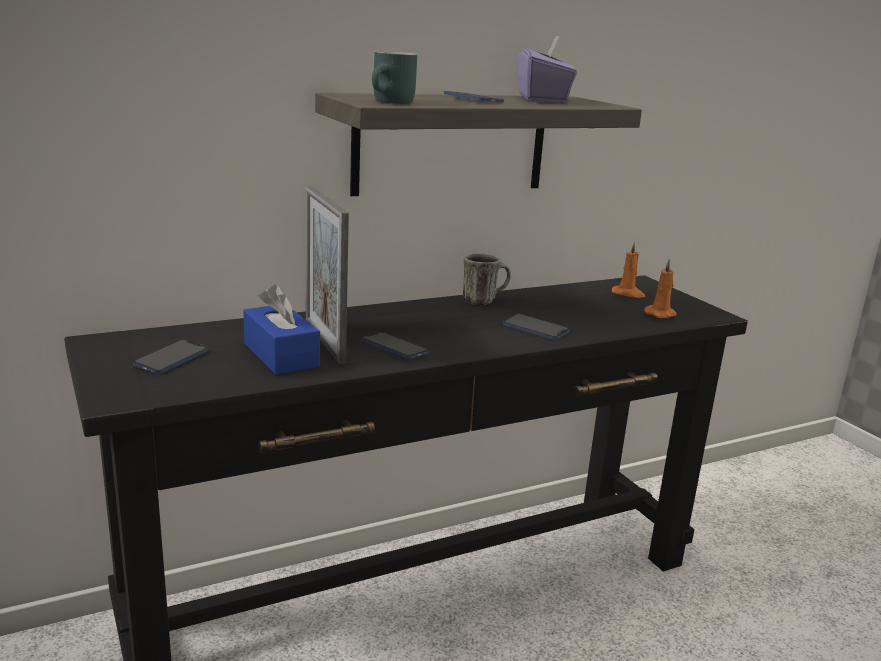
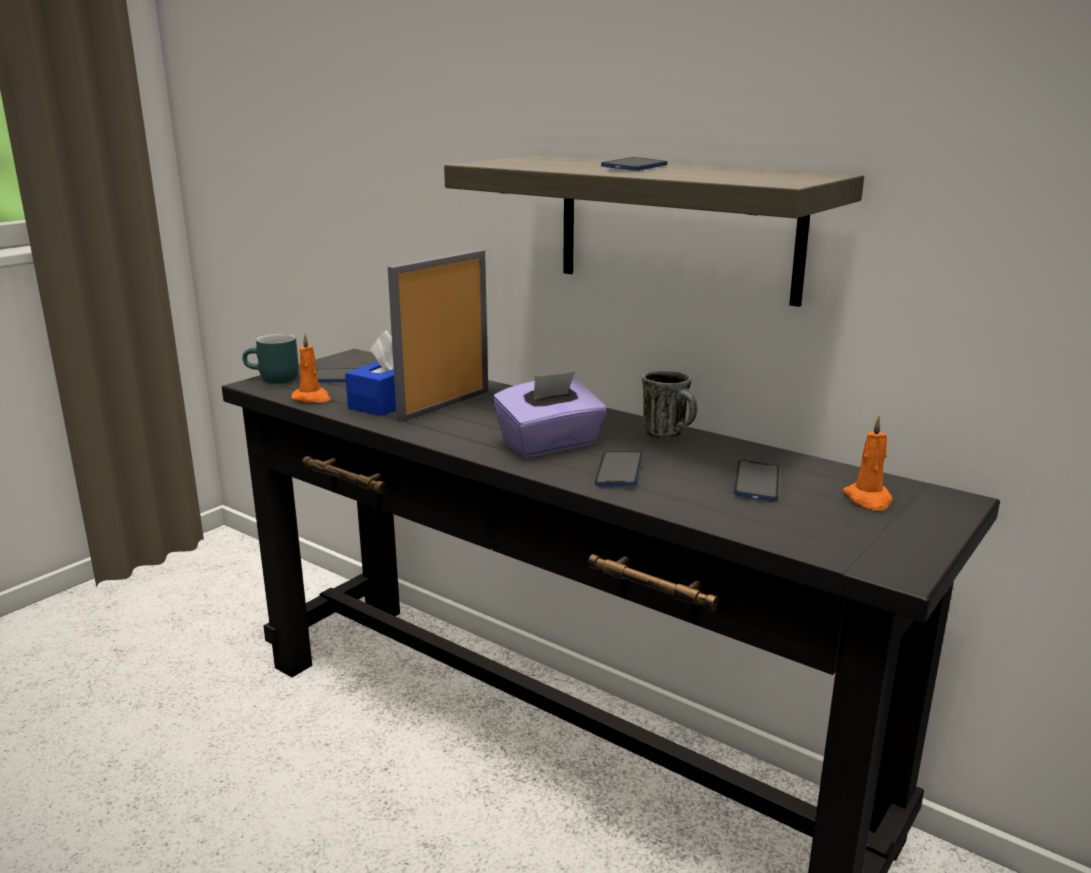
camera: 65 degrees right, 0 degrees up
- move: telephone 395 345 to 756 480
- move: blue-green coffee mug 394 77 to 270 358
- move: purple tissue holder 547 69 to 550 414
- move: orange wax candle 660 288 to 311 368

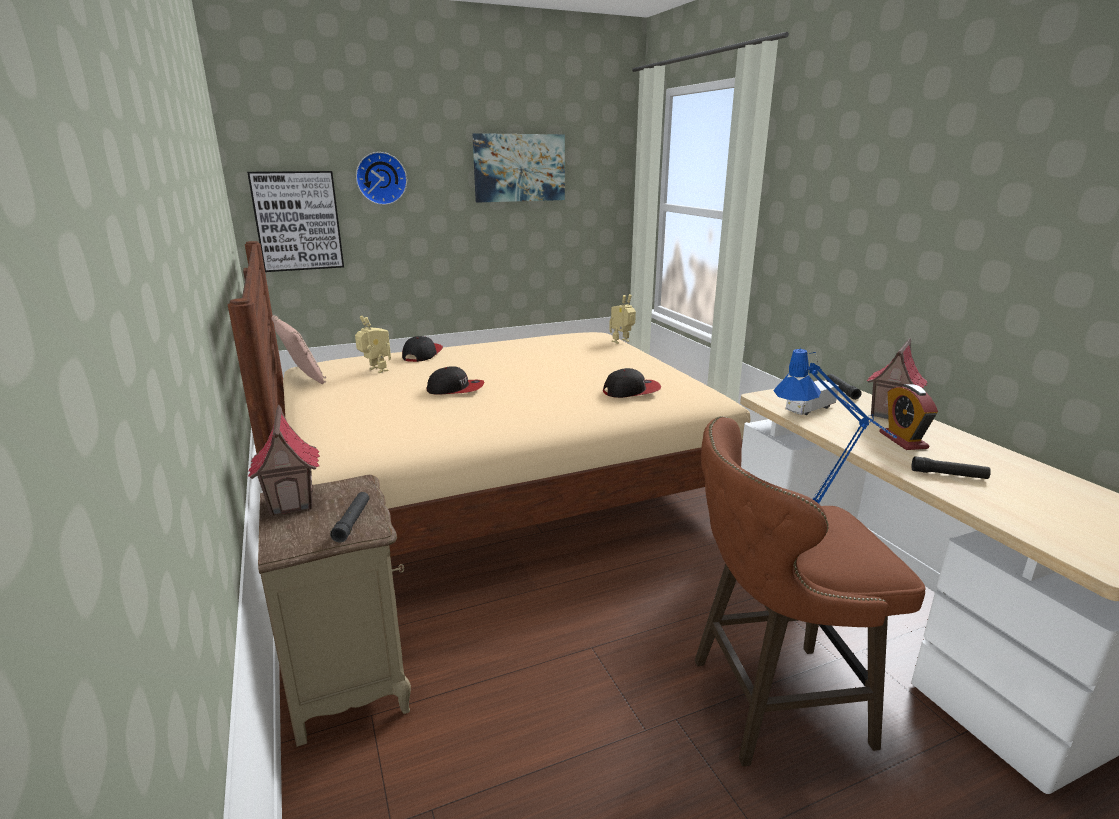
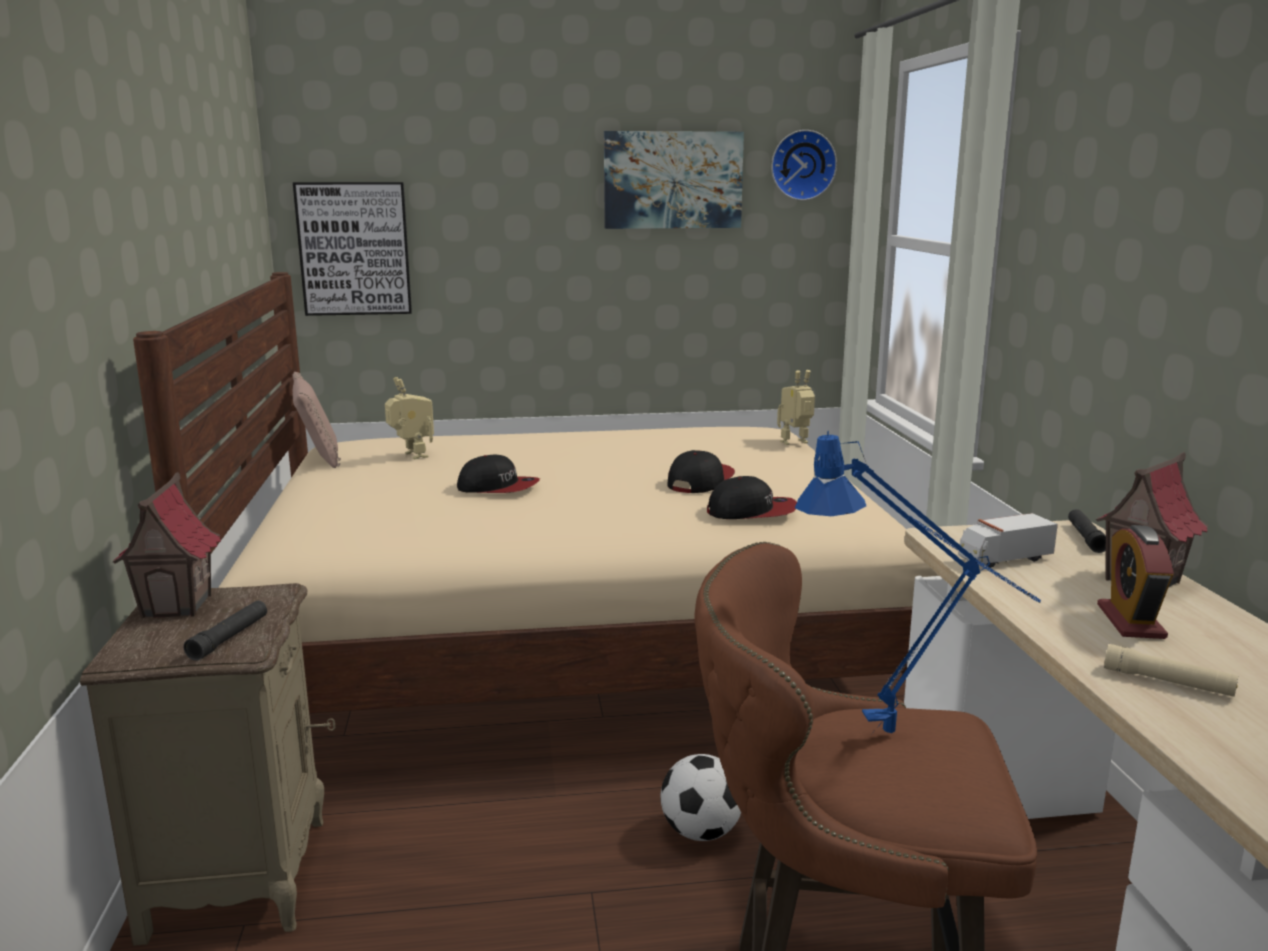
camera: 15 degrees right, 5 degrees down
- move: wall clock 381 178 to 804 165
- move: cap 422 349 to 701 471
- recolor: blackish hand torch 951 467 to sand-coloured hand torch 1171 670
- insert: football ball 701 797

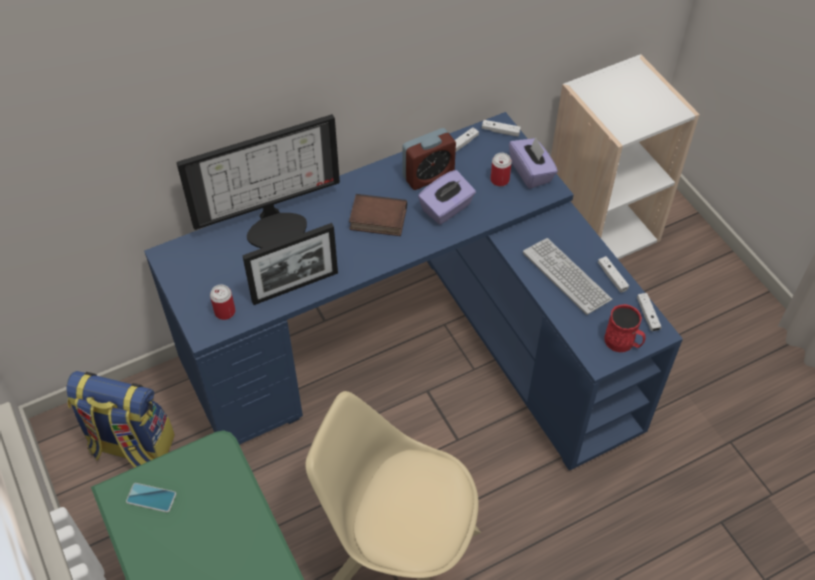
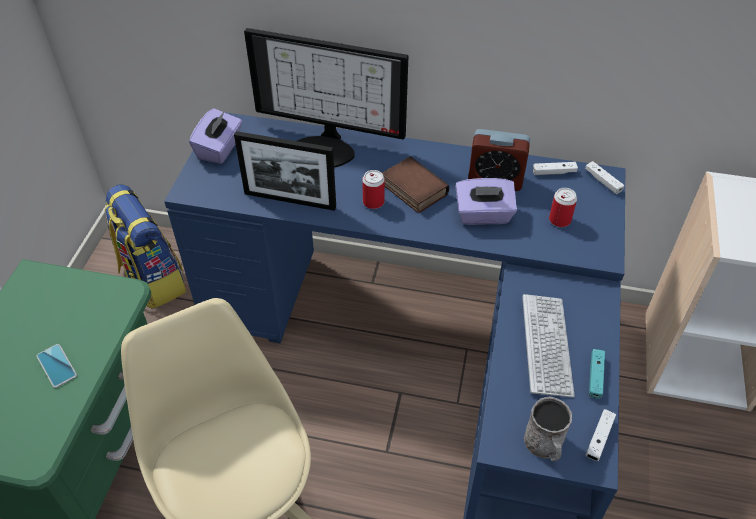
camera: 40 degrees right, 5 degrees down
- move: telephone 151 497 to 57 366
- move: can 222 302 to 373 189
- move: purple tissue holder 533 163 to 215 136
- recolor: white joypad 613 274 to blue-green joypad 597 374
- recolor: red-coloured coffee mug 625 328 to grey coffee mug 548 429

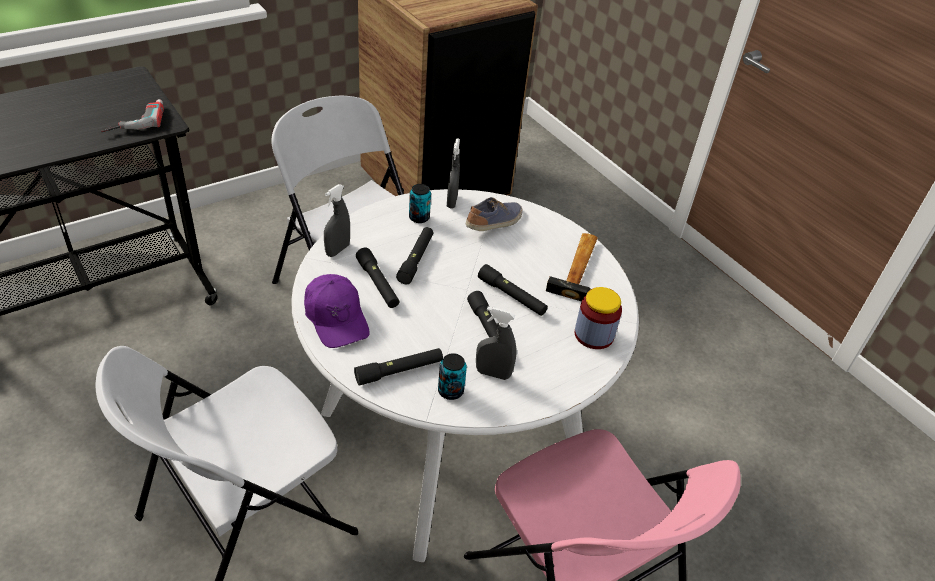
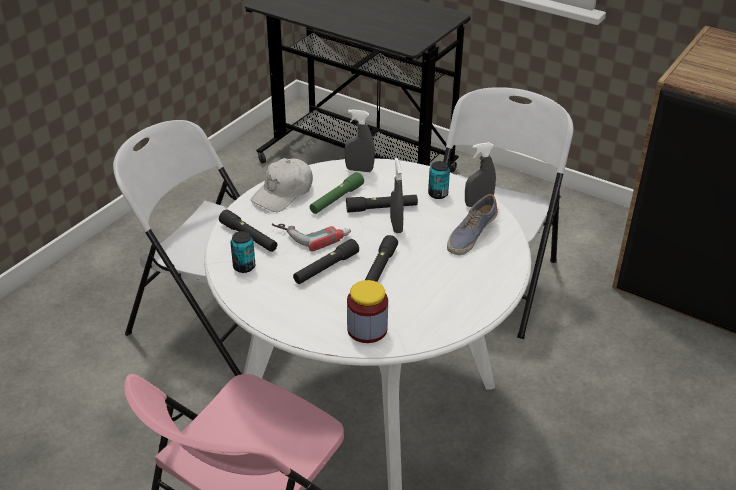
camera: 70 degrees right, 5 degrees down
- move: drill 132 115 to 311 237
- recolor: purple cap 337 311 to white cap 281 185
- recolor: blackish hand torch 377 277 to greenish hand torch 337 193
- rotate: shoe 493 214 = 472 224 105 degrees clockwise
- move: grey sprayer 496 343 to 397 195
- delete: hand hammer 572 267

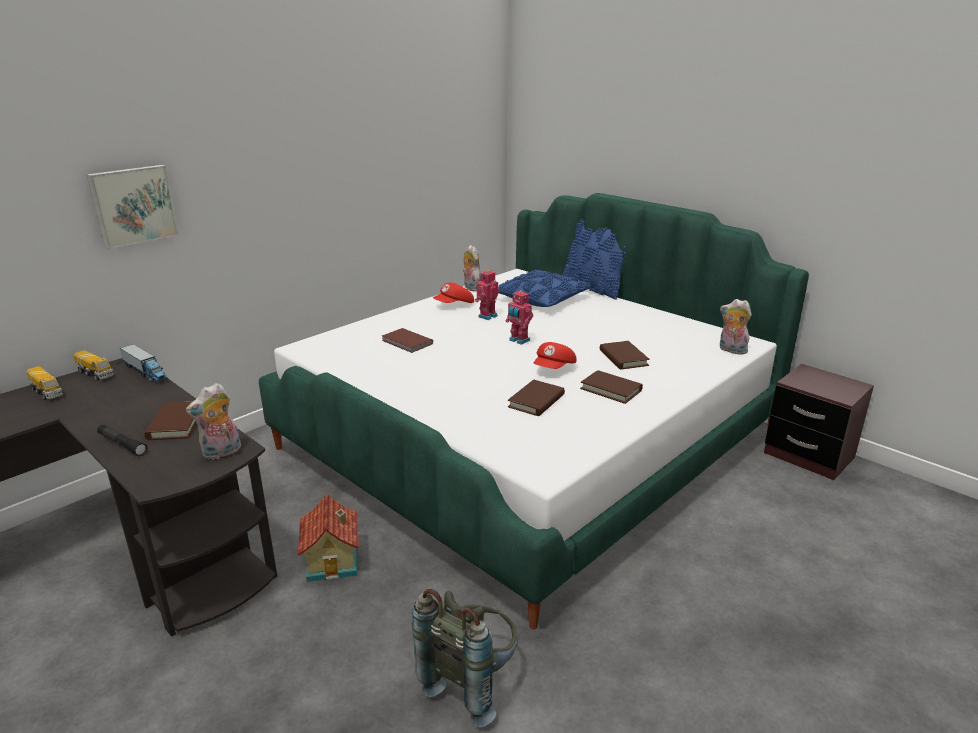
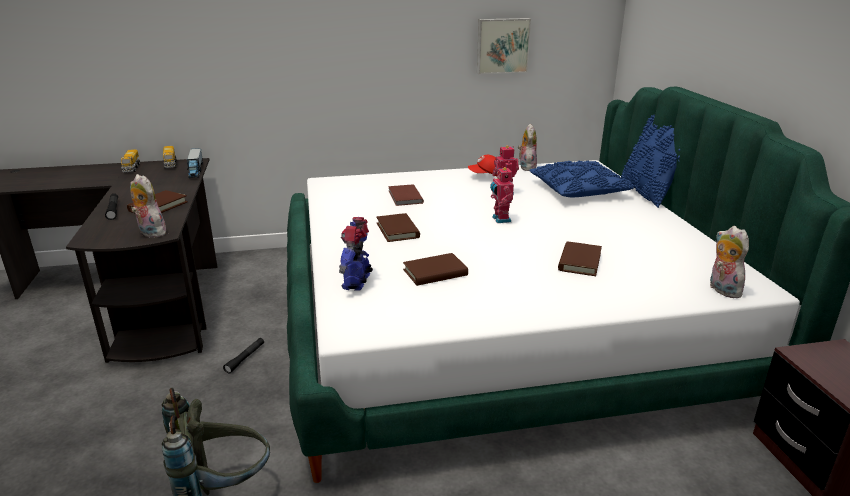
camera: 35 degrees right, 0 degrees up
- move: wall art 133 207 to 504 46
- rotate: plush toy 213 421 = 148 205 45 degrees clockwise
- replace: miniature house 328 537 to blackish hand torch 243 356
- delete: red-coloured cap 555 355
- move: brown-coloured bound book 611 387 to 398 227
- insert: model robot 356 253

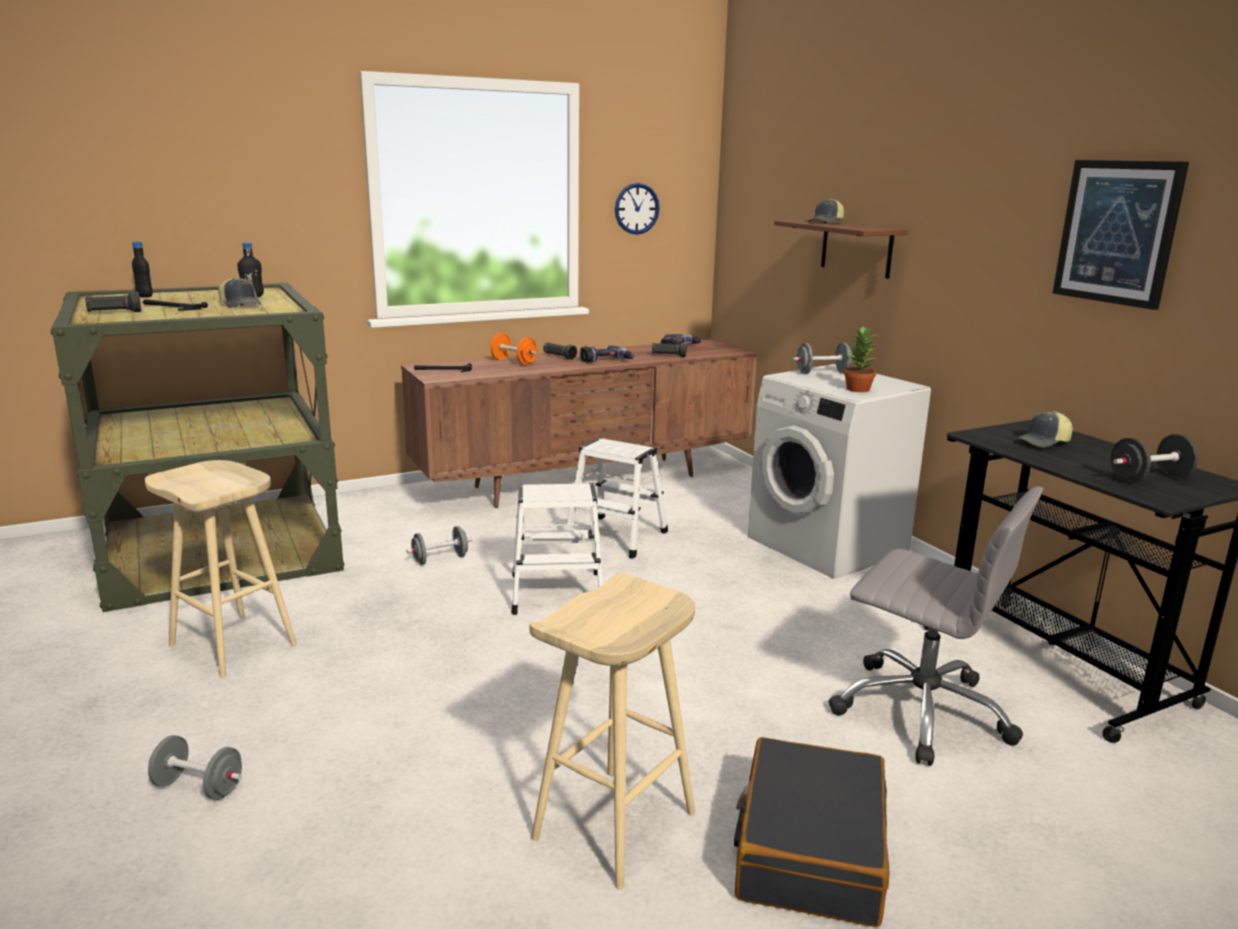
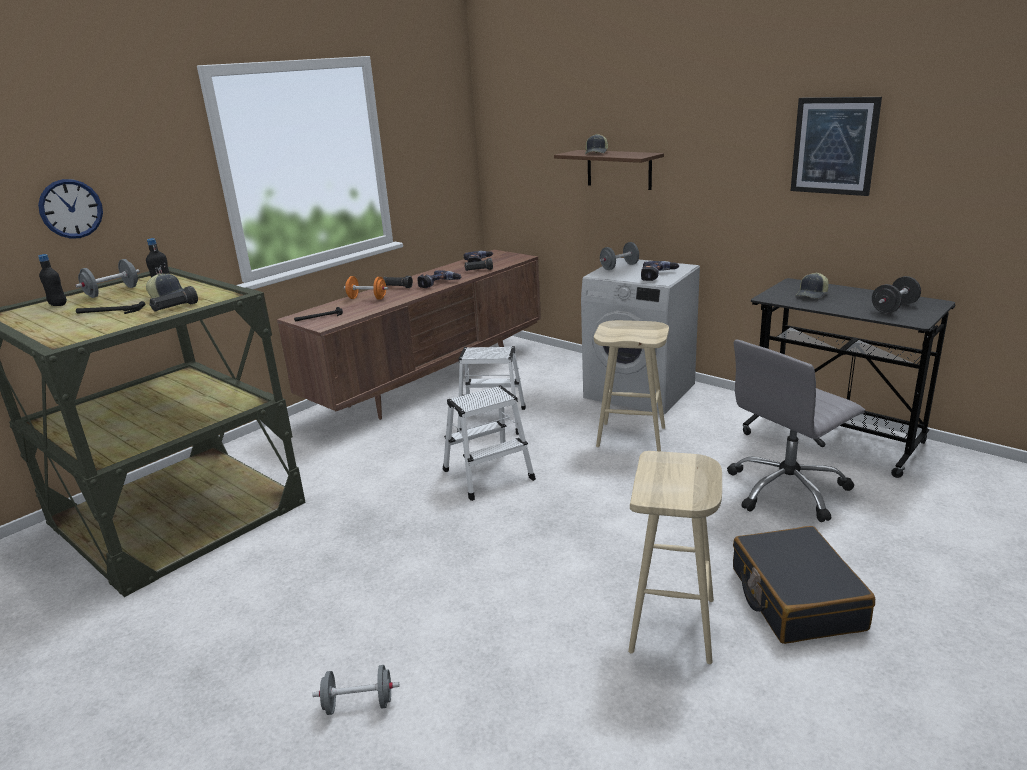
camera: 20 degrees left, 5 degrees up
- move: blackish hand torch 113 302 to 173 299
- move: sand-coloured stool seat 221 569 to 631 386
- move: grey free weight 439 545 to 108 278
- move: wall clock 637 209 to 70 209
- rotate: grey office chair 935 626 = 796 430 135 degrees clockwise
- replace: plant in a pot 860 359 to drill 660 271

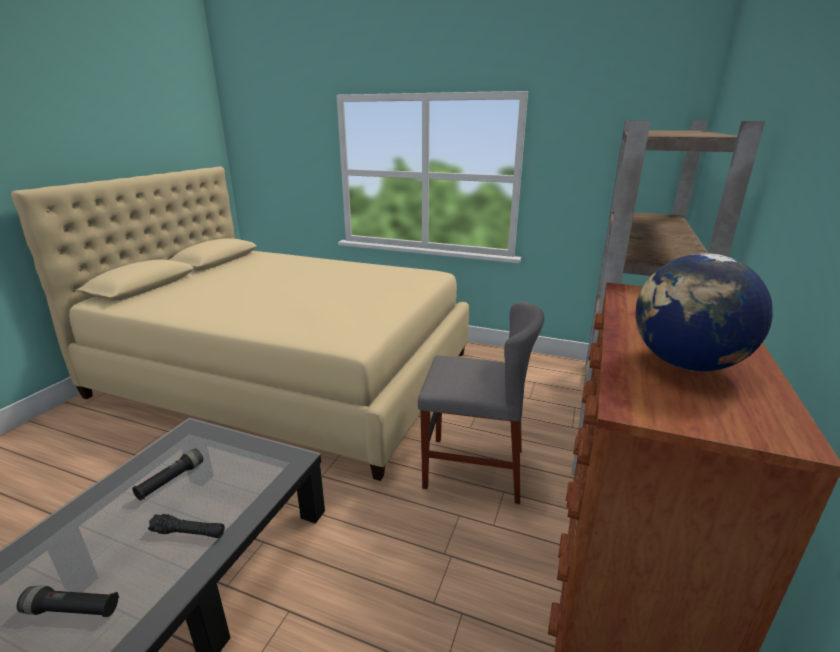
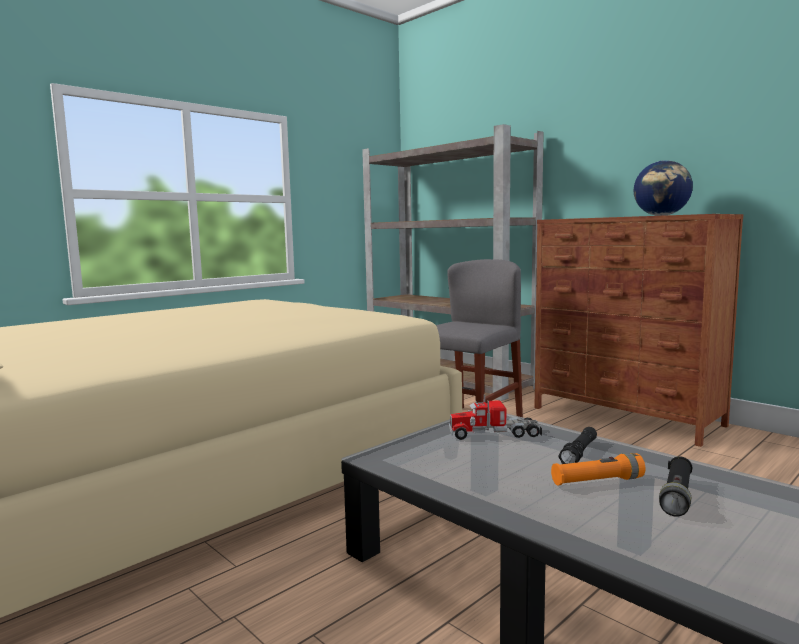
camera: 65 degrees left, 15 degrees down
- delete: blackish hand torch 167 474
- insert: toy lorry 495 417
- insert: orange hand torch 598 469

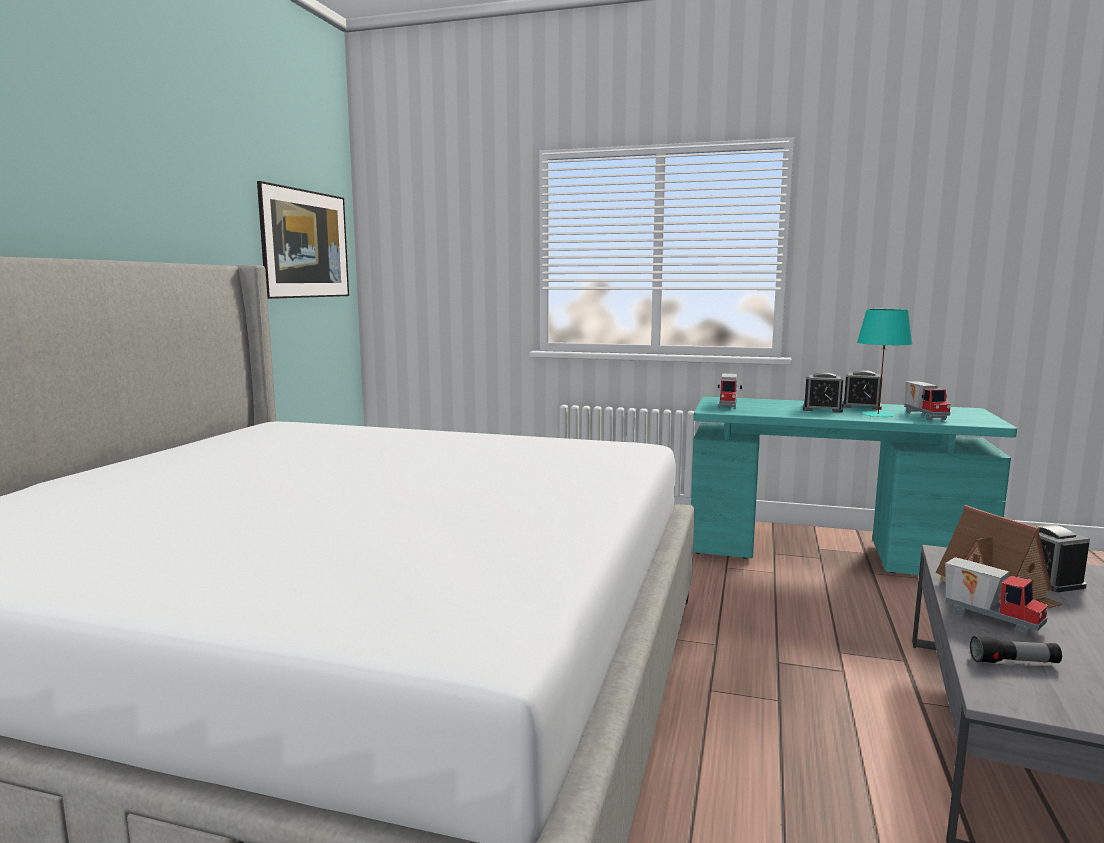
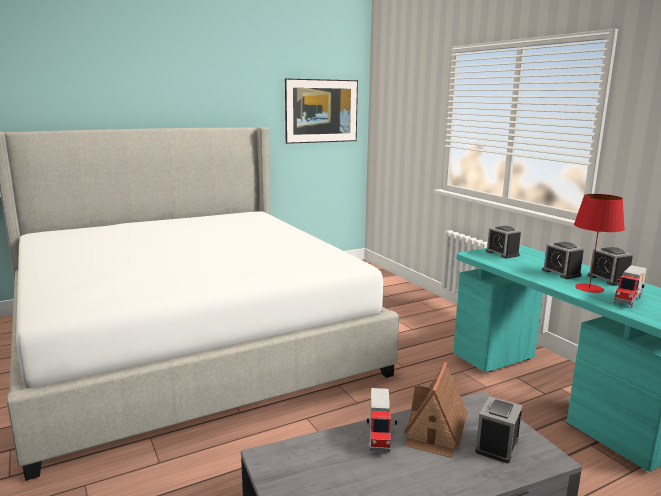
camera: 45 degrees right, 5 degrees up
- replace: toy lorry 730 391 to alarm clock 503 242
- recolor: blue-green tabletop lamp 885 363 to red-coloured tabletop lamp 599 243
- delete: hand torch 1016 649

